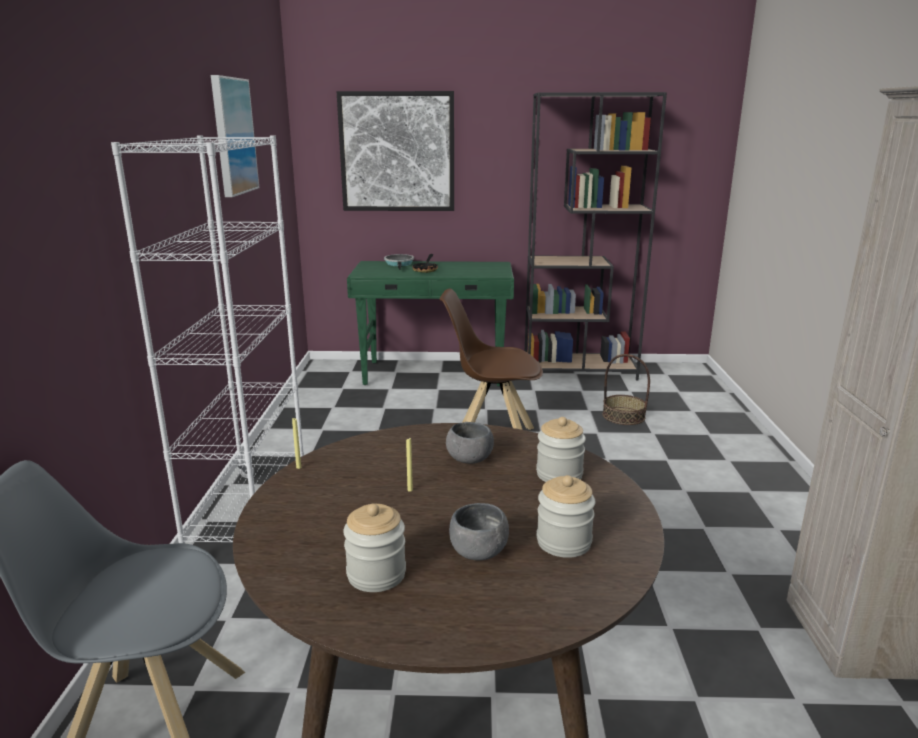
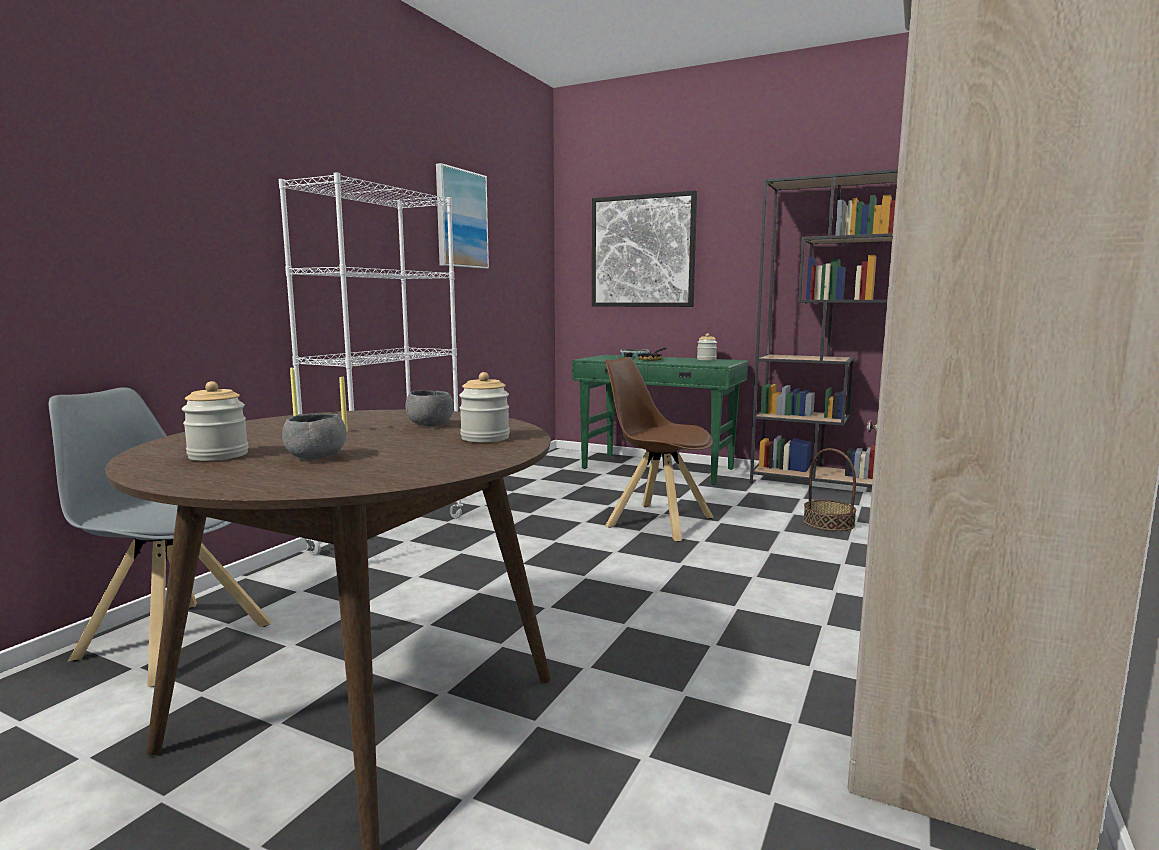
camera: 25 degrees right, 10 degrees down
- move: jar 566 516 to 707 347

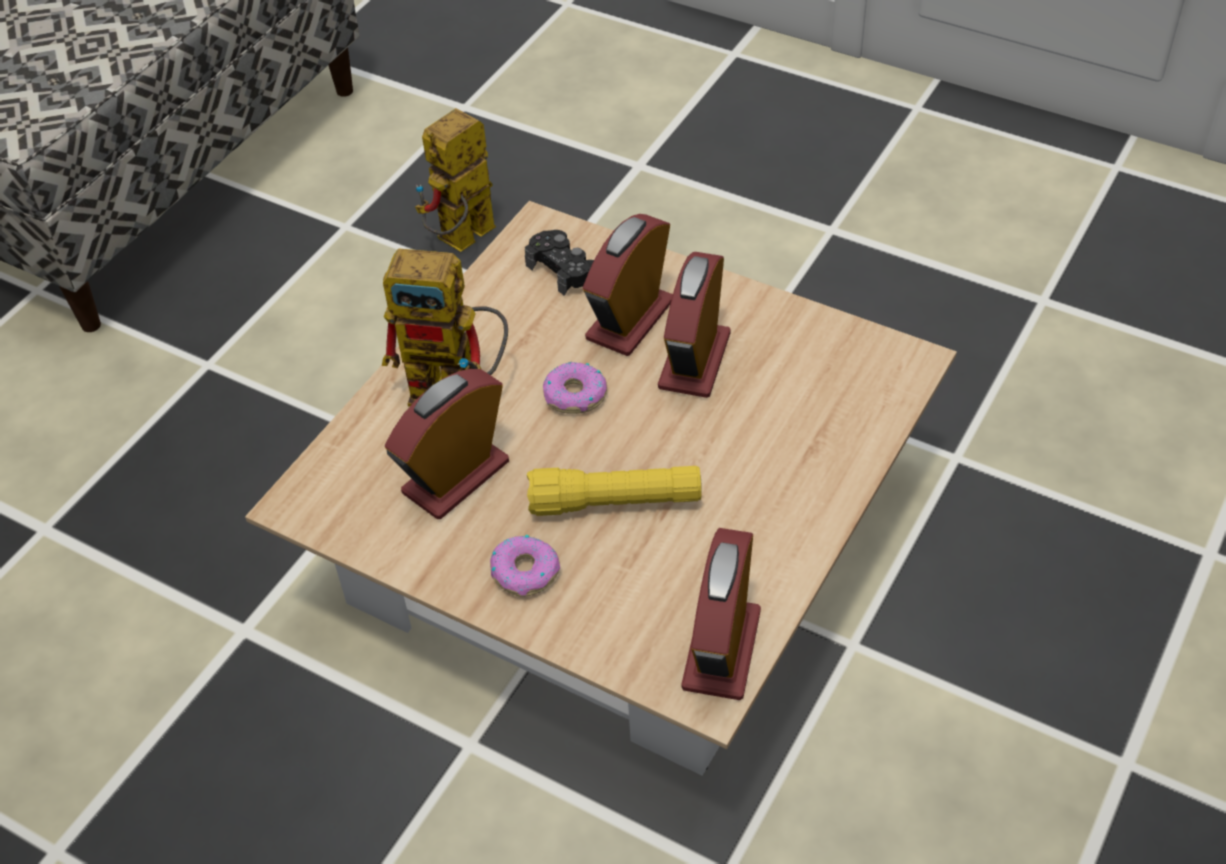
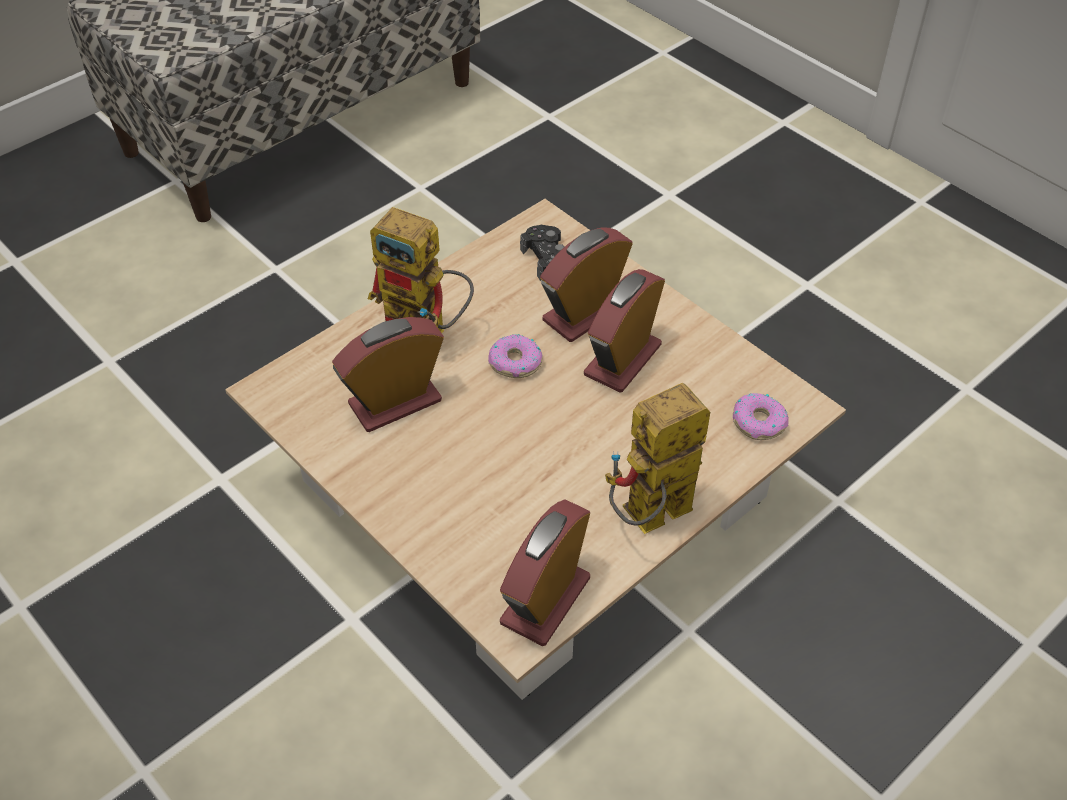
camera: 15 degrees right, 0 degrees up
- move: model robot 455 180 to 657 458
- move: doughnut 525 566 to 761 416
- delete: yellowish hand torch 614 491

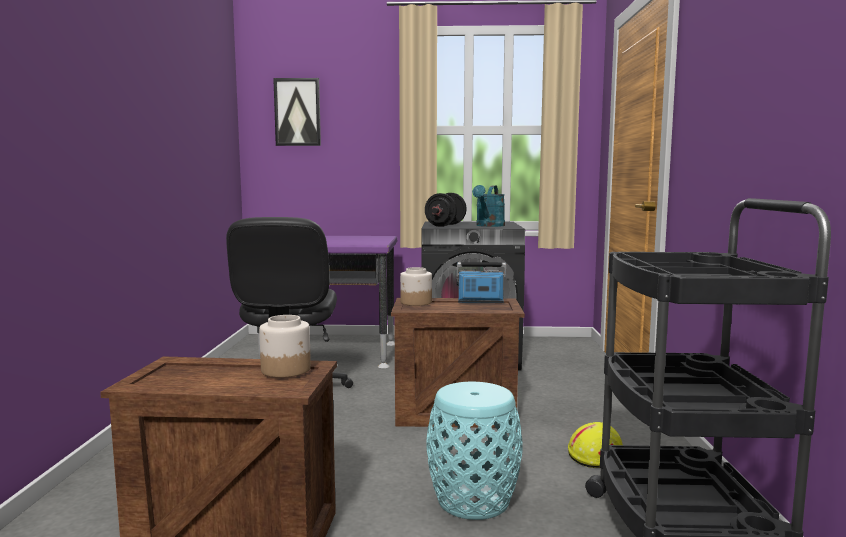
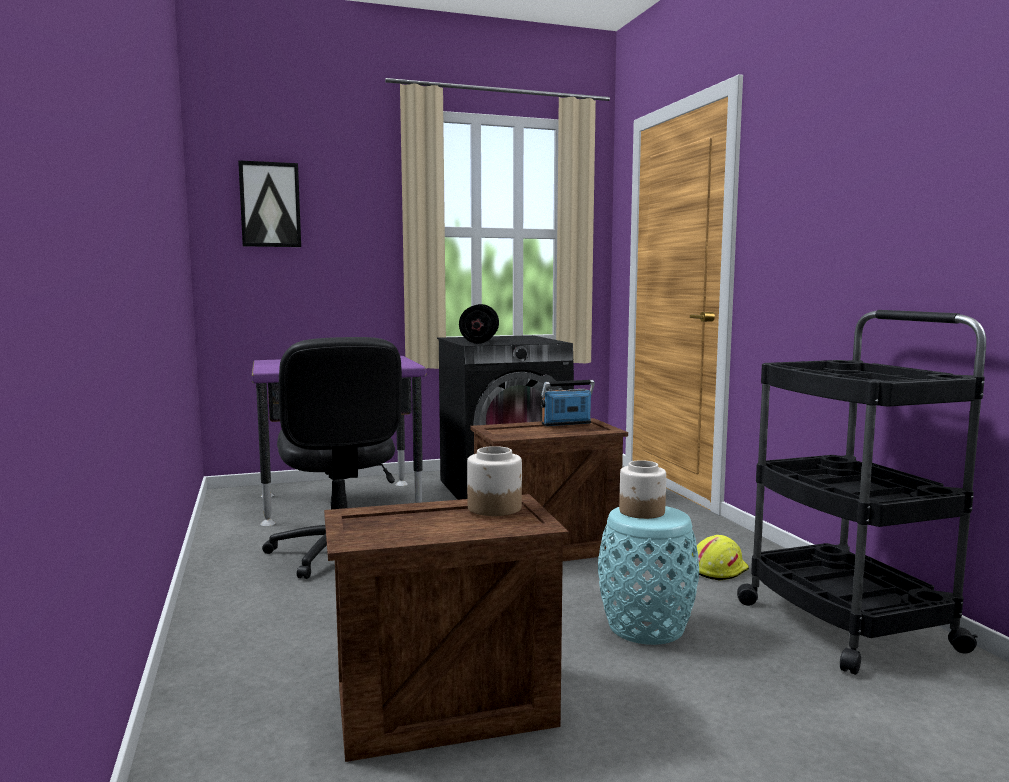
camera: 20 degrees left, 0 degrees up
- move: jar 416 286 to 642 489
- delete: blue-green sprinkling can 488 206

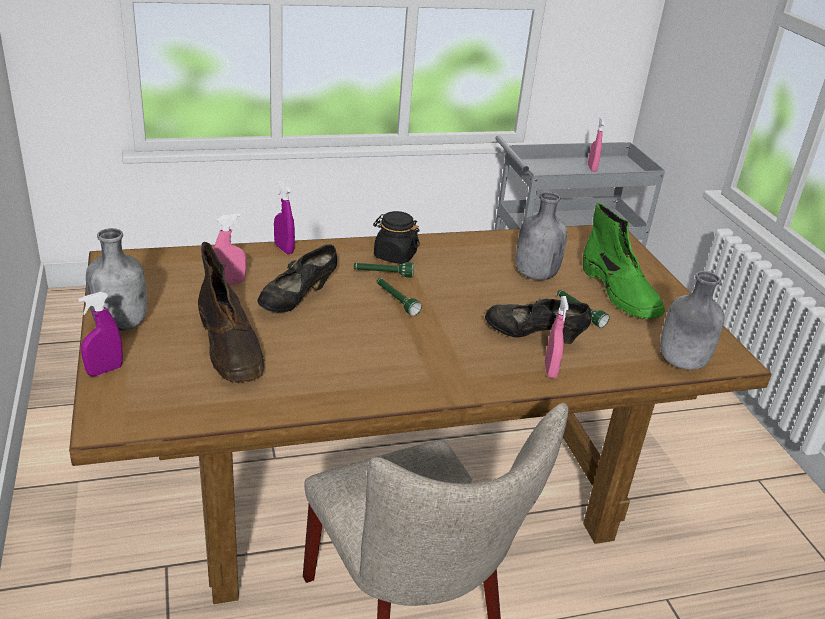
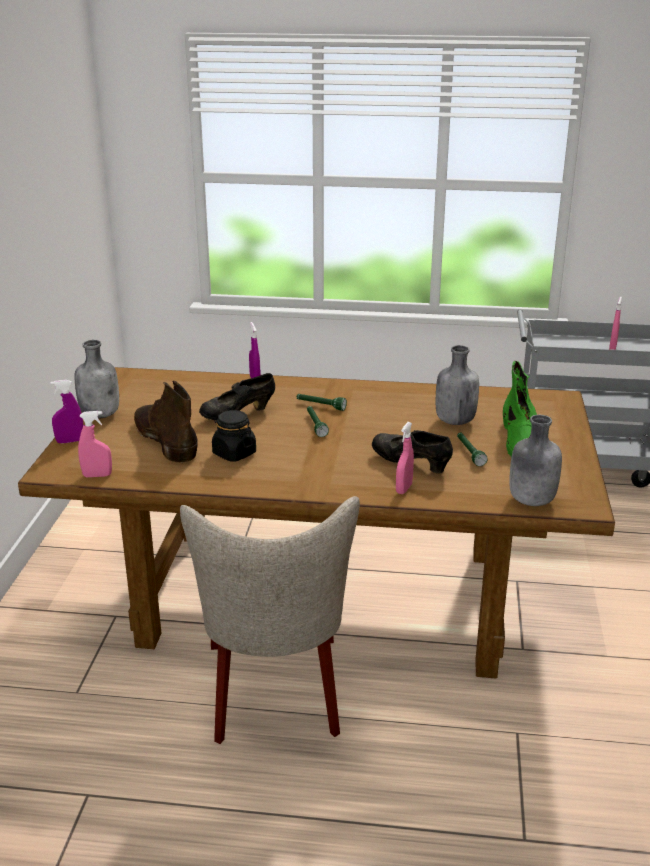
camera: 25 degrees right, 5 degrees down
- rotate: brown-coloured boot 231 312 = 166 422 150 degrees clockwise
- move: pinkish sprayer 230 249 to 95 444
- move: blackish jar 396 237 to 234 436

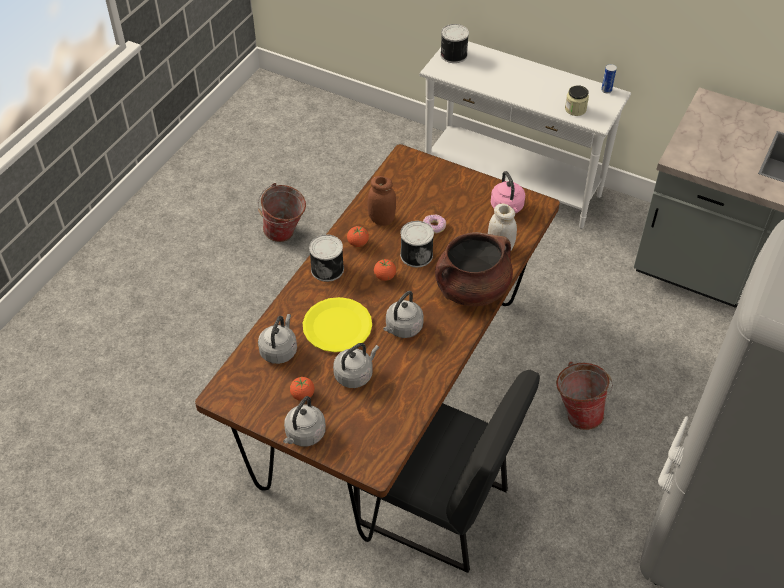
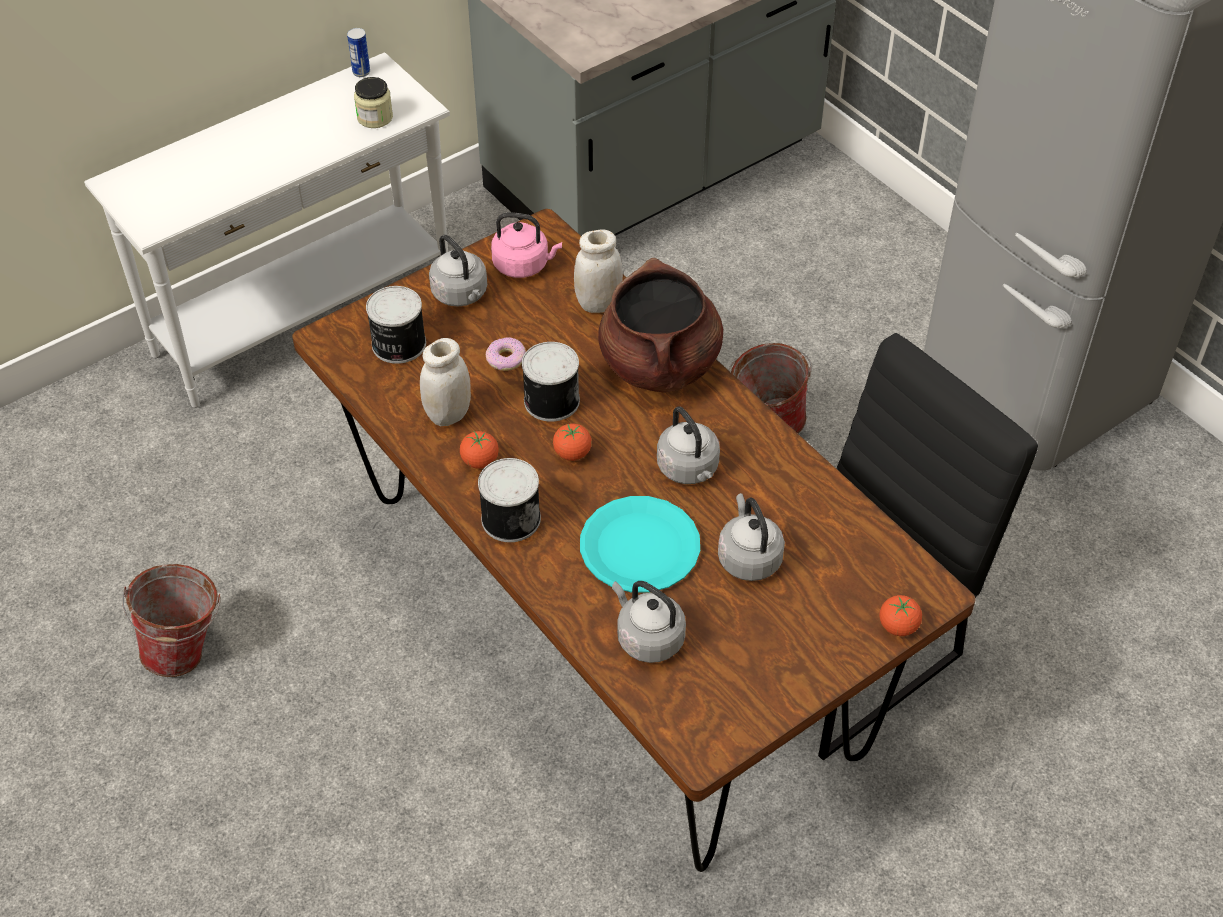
camera: 65 degrees left, 0 degrees up
- move: grey kettle 304 421 to 458 271
- move: whole tomato 302 389 to 901 615
- recolor: yellowish plate 337 324 to blue-green plate 640 544
- recolor: brown-coloured jar 382 201 to white jar 445 382
- move: can 454 43 to 396 325

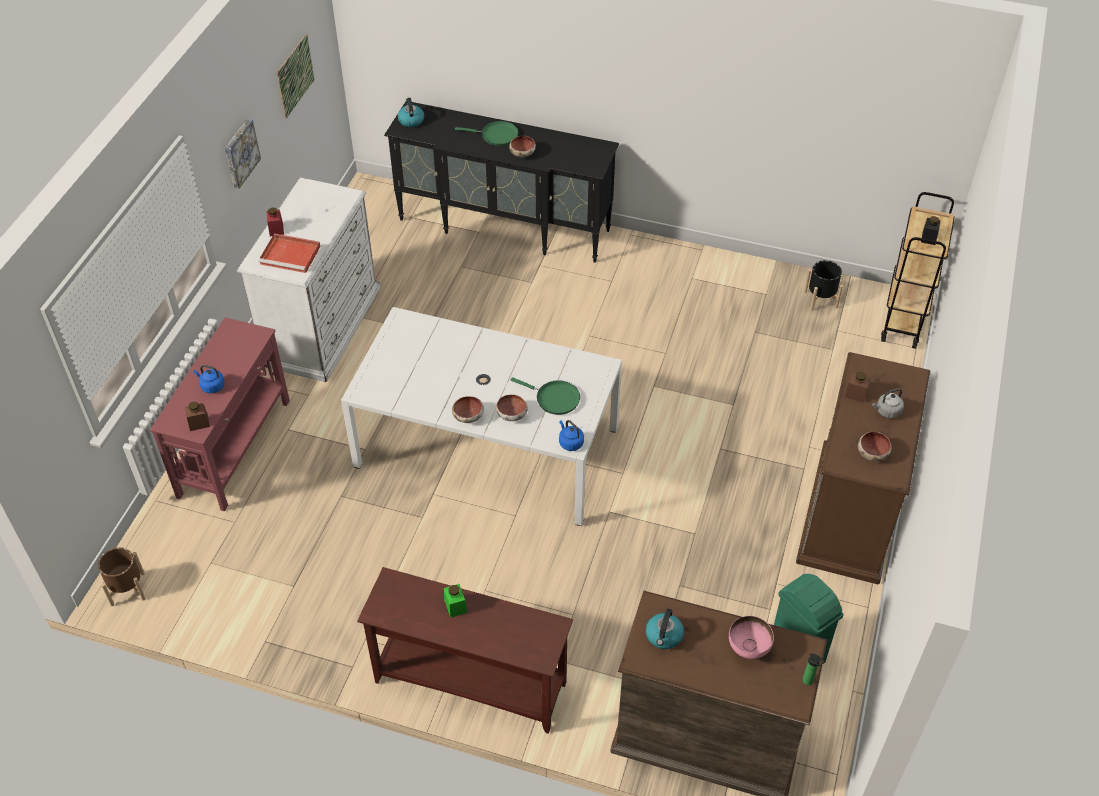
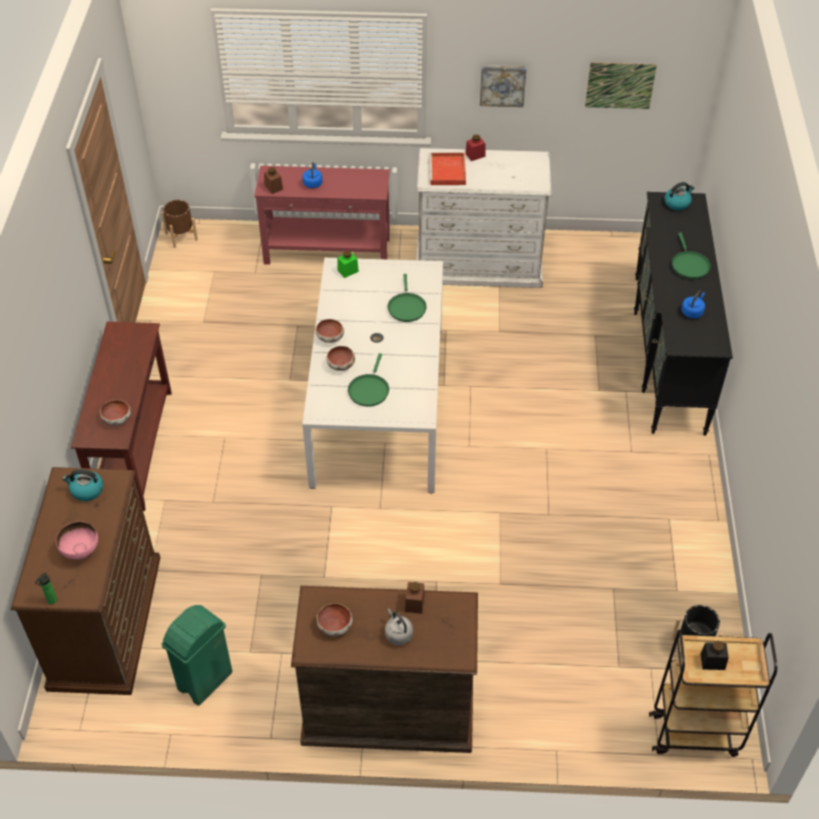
camera: 75 degrees right, 0 degrees up
- move: greenish jar 455 601 to 348 264
- move: bowl 522 146 to 115 412
- move: blue kettle 571 435 to 693 304
- insert: greenish pan 407 298

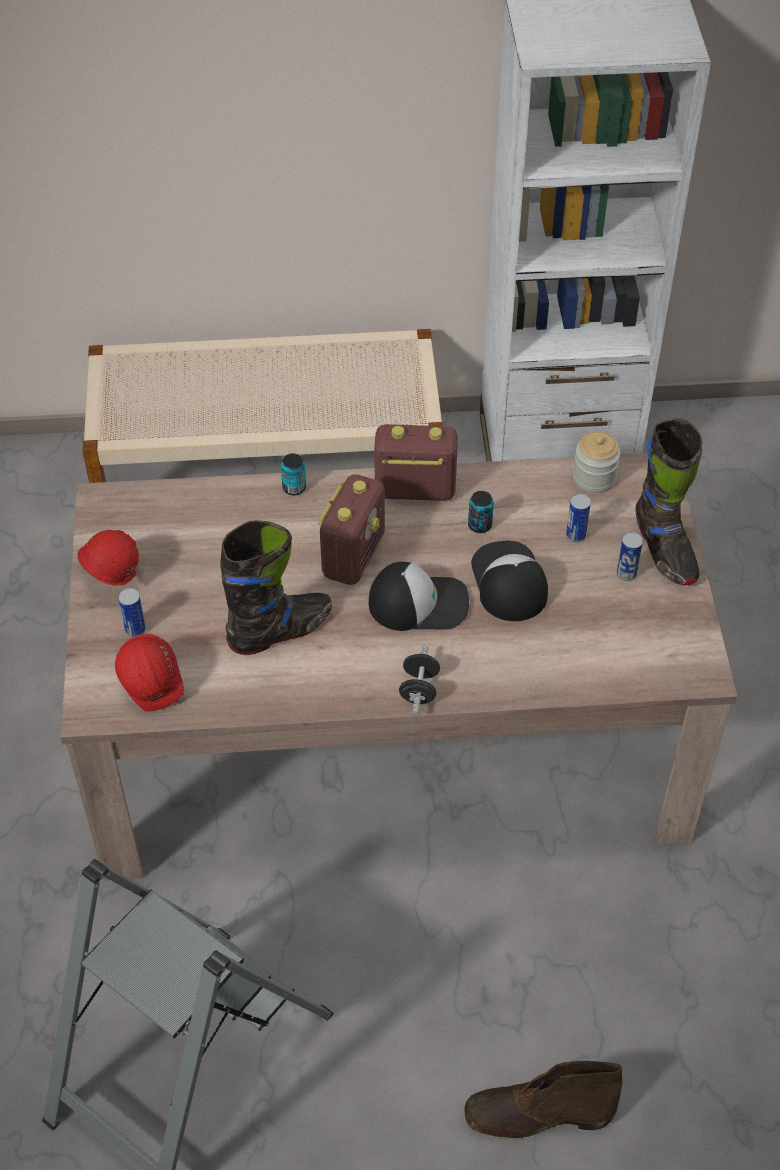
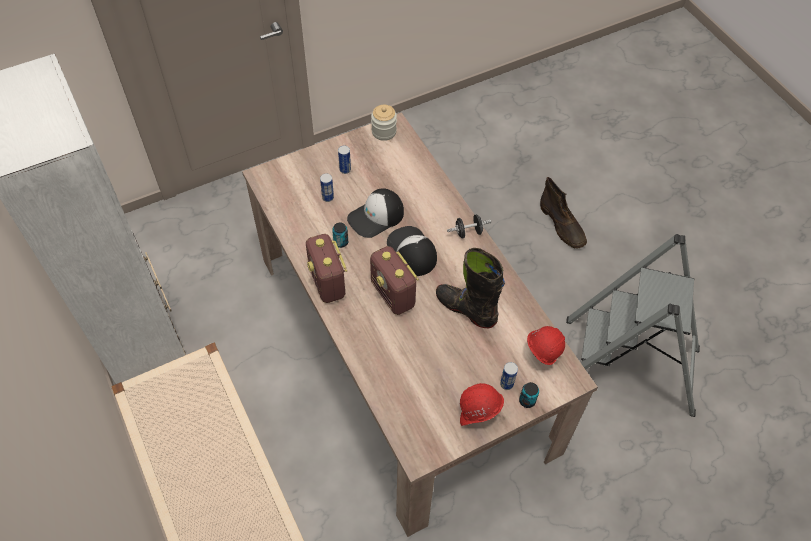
camera: 115 degrees left, 5 degrees up
- move: can 293 474 to 529 395
- rotate: radio 351 530 = 394 280 120 degrees counterclockwise
- move: jar 597 462 to 384 123
- delete: blackish boot 668 501

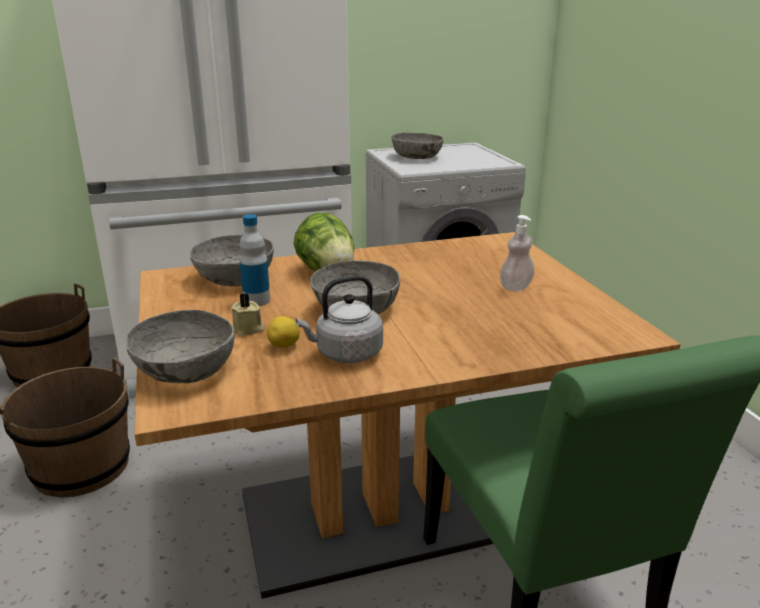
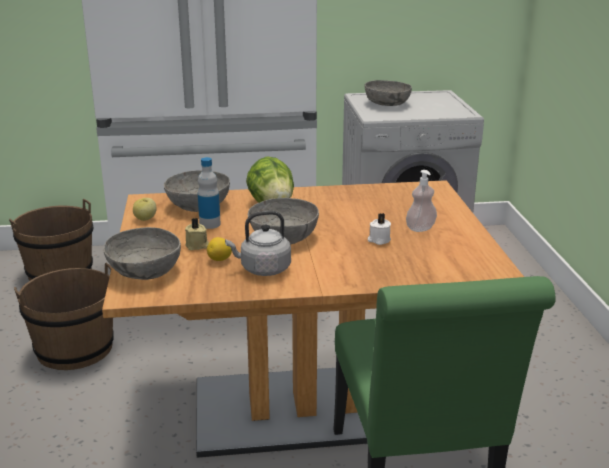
camera: 10 degrees right, 0 degrees up
- insert: whole apple 144 209
- insert: white wax candle 379 229

